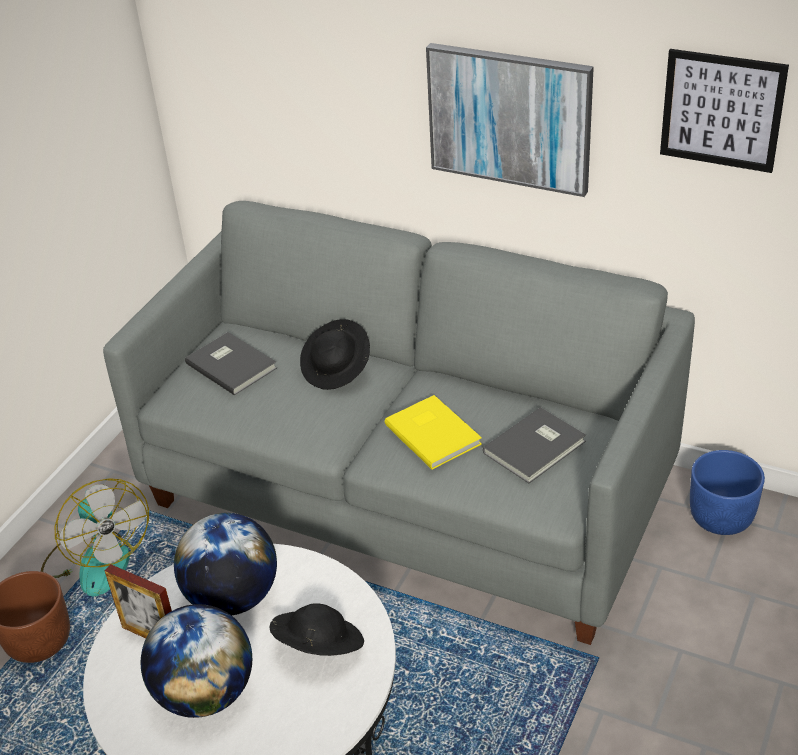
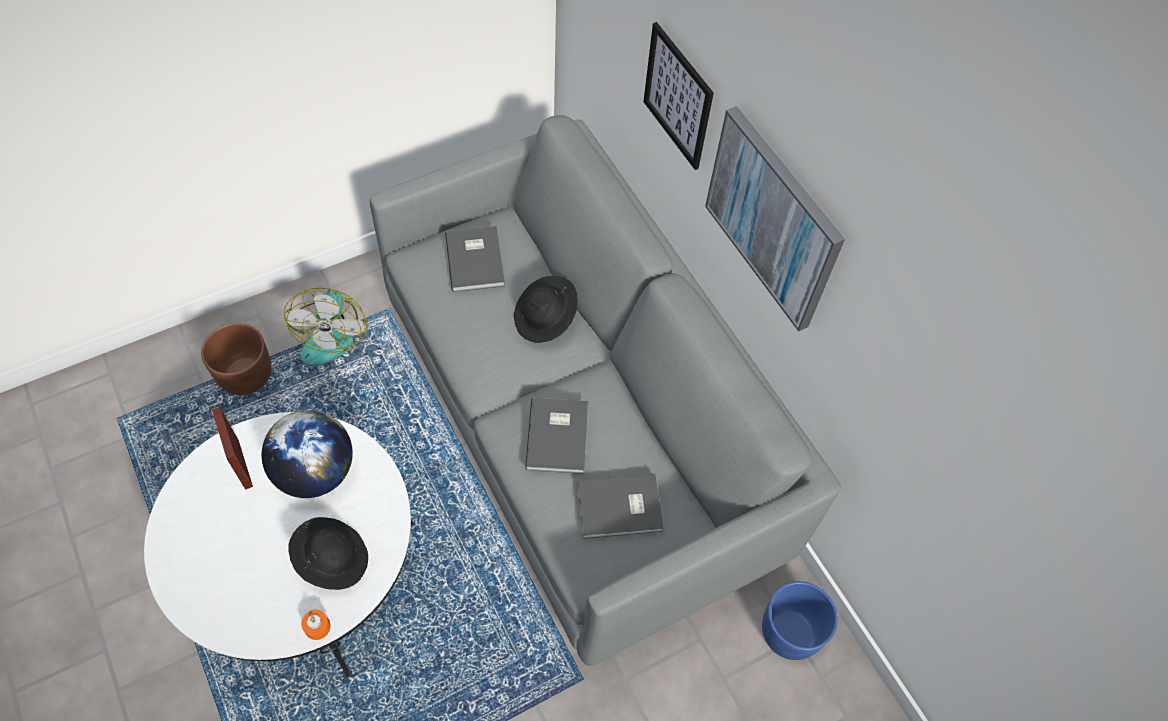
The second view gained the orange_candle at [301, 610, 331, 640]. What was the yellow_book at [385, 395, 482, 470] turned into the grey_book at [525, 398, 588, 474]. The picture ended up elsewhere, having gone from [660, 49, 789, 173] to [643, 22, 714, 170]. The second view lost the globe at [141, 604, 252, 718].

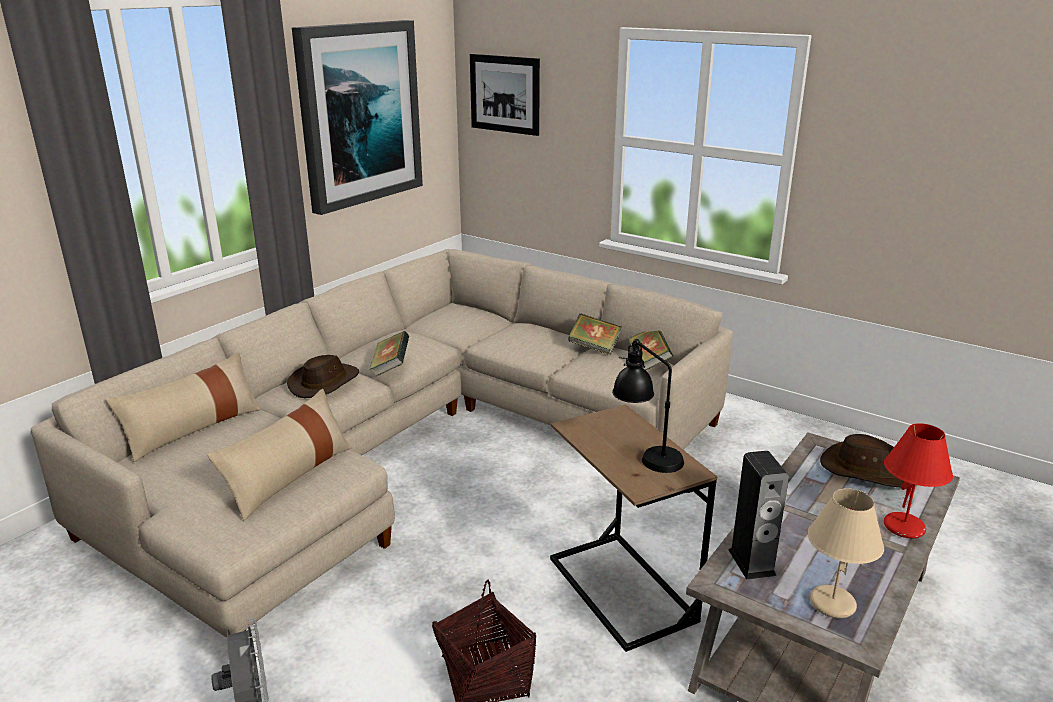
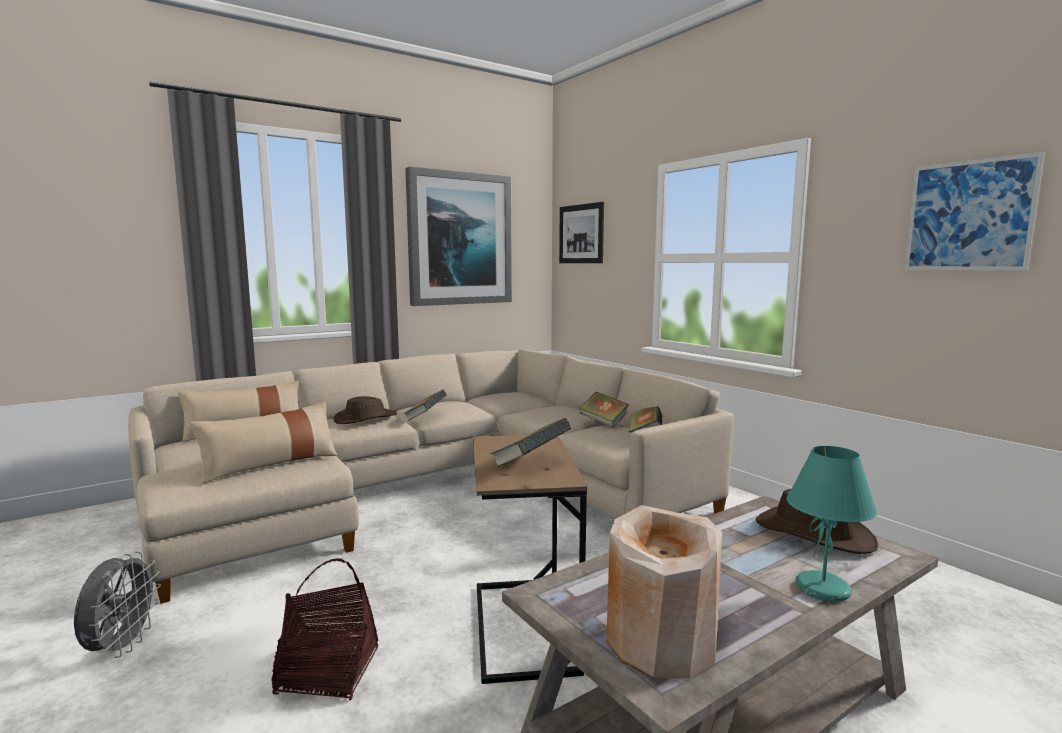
Where the black_table_lamp stood at [612, 339, 684, 473], the book came to stand at [490, 418, 571, 467]. Where the beige_table_lamp stood at [807, 488, 884, 618], the beige_vase came to stand at [606, 505, 722, 679]. What was the red_table_lamp at [884, 423, 953, 538] turned into the turquoise_table_lamp at [786, 446, 877, 602]. The second view gained the picture at [904, 152, 1045, 271]. The second view lost the speaker at [728, 451, 789, 580].

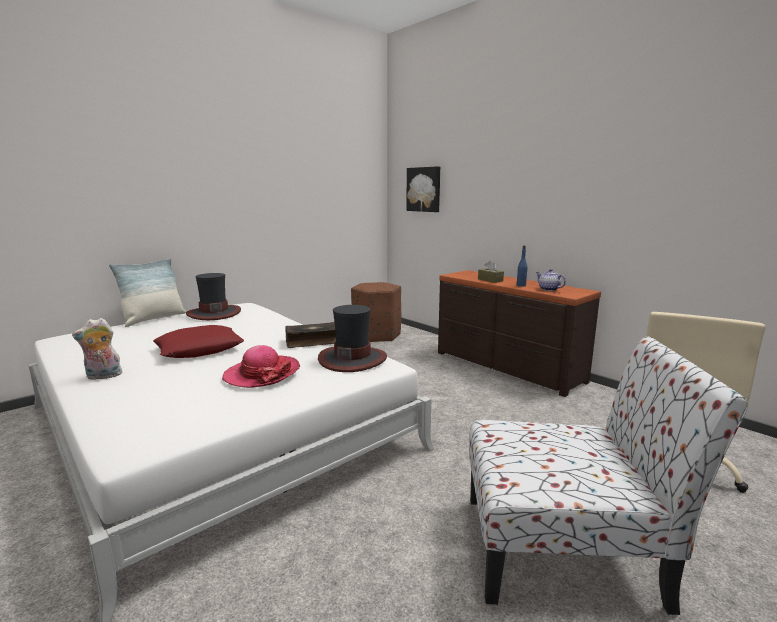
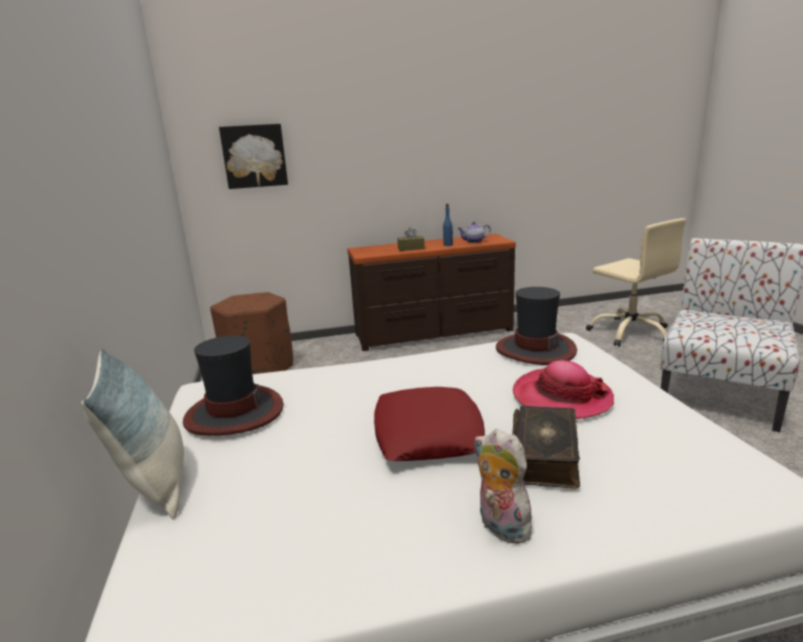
The plush_toy at [72, 318, 122, 380] ended up facing another way, 135 degrees clockwise from before. The book ended up elsewhere, having gone from [285, 322, 336, 348] to [512, 406, 580, 489].

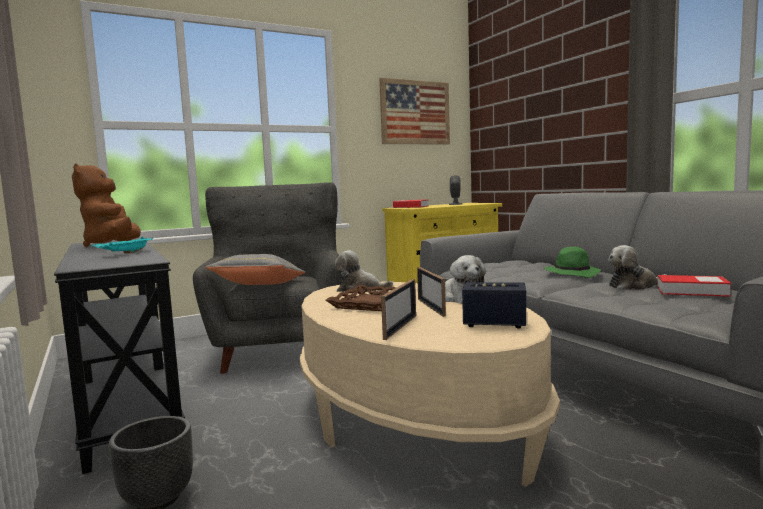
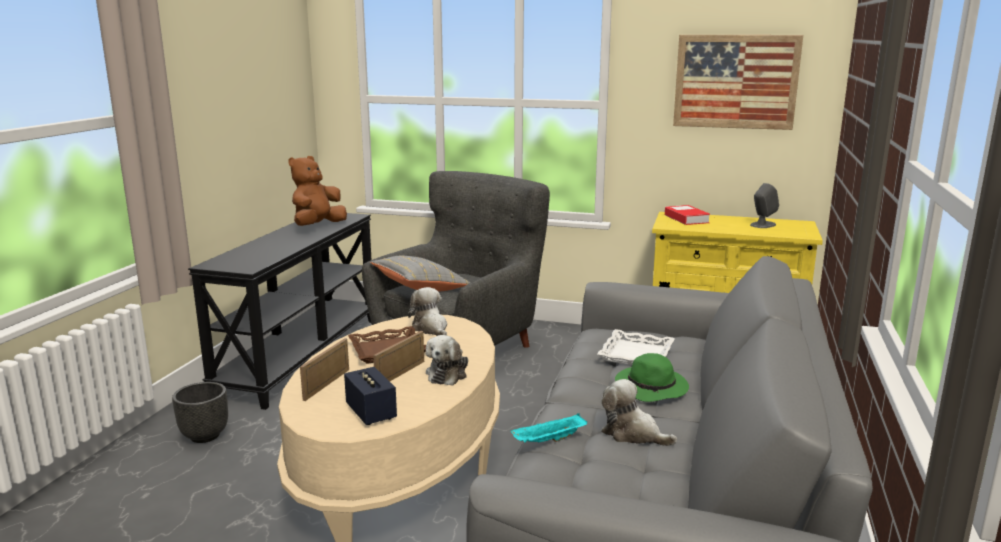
The picture_frame at [381, 279, 416, 340] ended up facing another way, 135 degrees clockwise from before. The turquoise_tray ended up elsewhere, having gone from [91, 237, 153, 253] to [511, 413, 587, 443]. The second view gained the white_tray at [597, 329, 675, 365]. The second view lost the book at [657, 275, 731, 297].

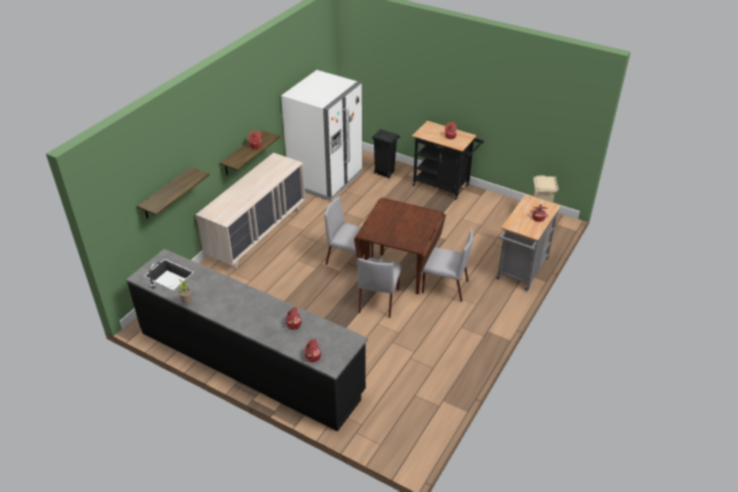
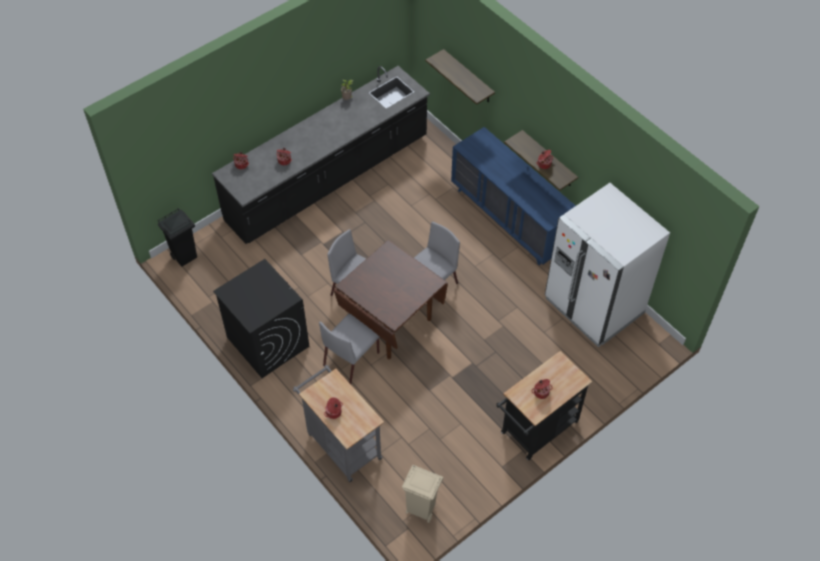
The black_trash_can ended up elsewhere, having gone from [372, 129, 400, 178] to [158, 208, 197, 267]. The second view gained the black_washing_machine at [213, 259, 309, 378]. What was the beige_dresser at [196, 153, 305, 269] turned into the blue_dresser at [451, 127, 576, 265].

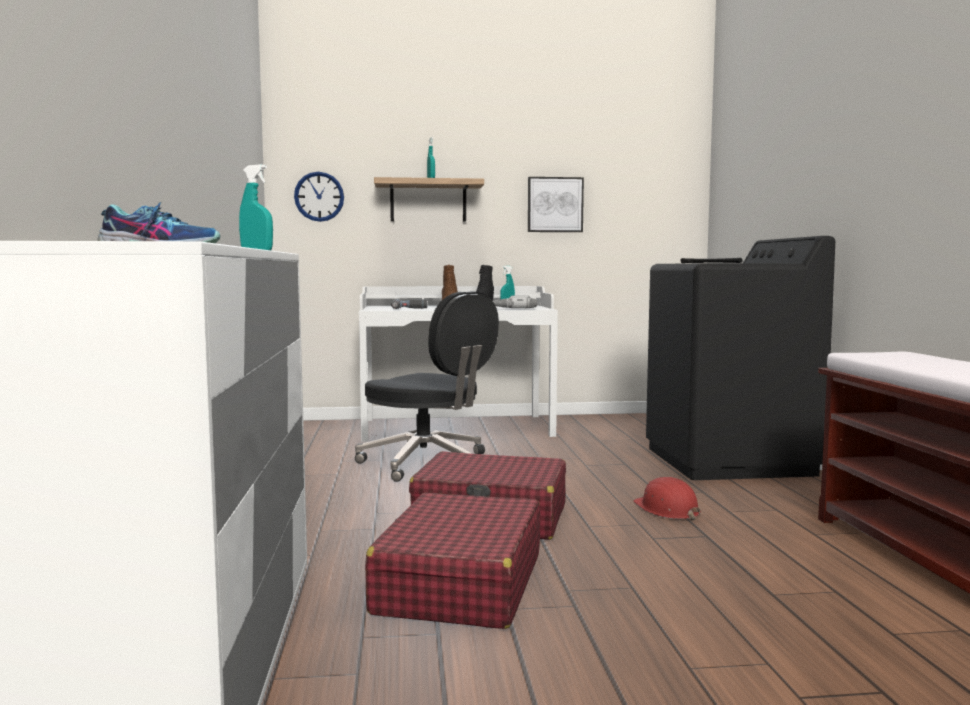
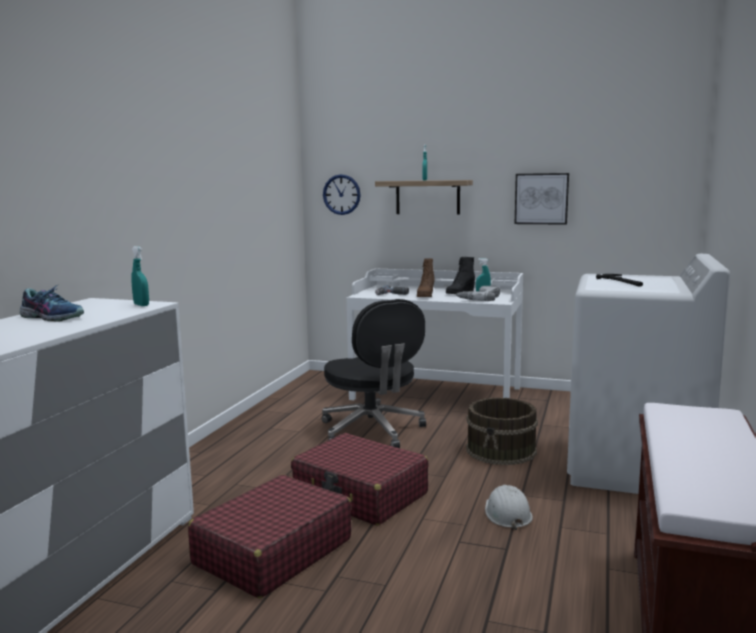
The second view gained the brown_bucket at [466, 398, 538, 465]. What was the red_hard_hat at [633, 477, 701, 521] turned into the white_hard_hat at [485, 485, 533, 530]. What was the black_washing_machine at [646, 236, 835, 480] turned into the white_washing_machine at [567, 254, 730, 494].

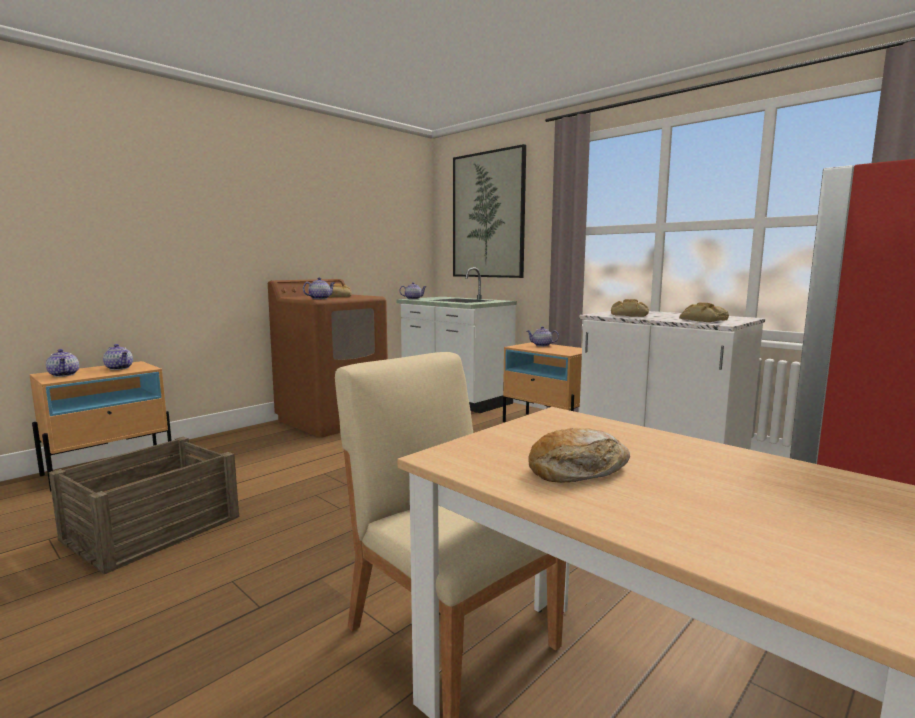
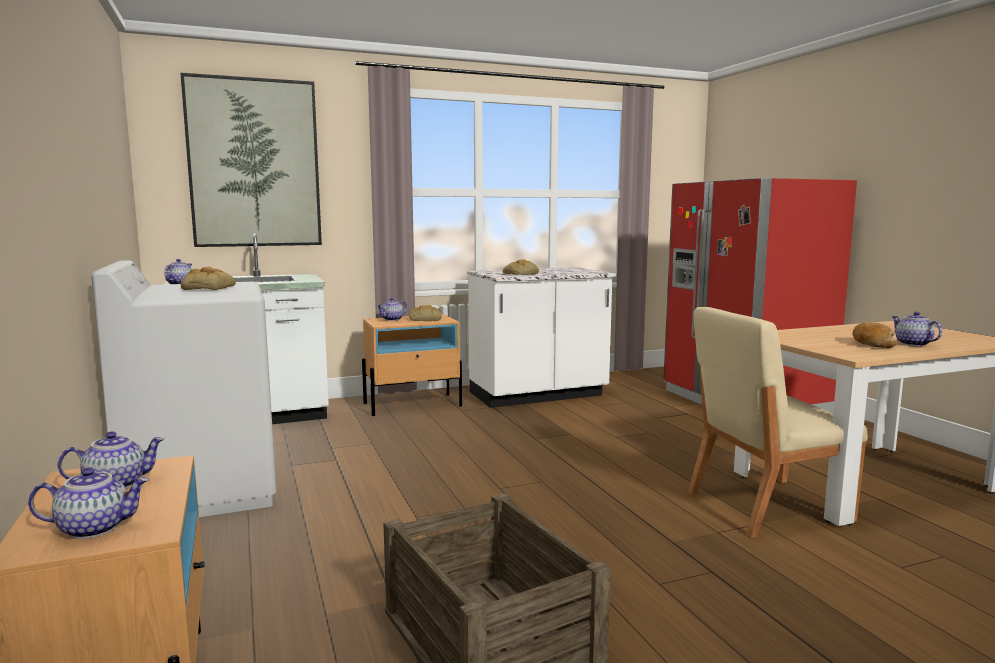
What was the brown_washing_machine at [268, 279, 388, 438] turned into the white_washing_machine at [91, 260, 276, 517]. The bread ended up elsewhere, having gone from [679, 302, 729, 322] to [409, 305, 442, 321]. The teapot ended up elsewhere, having gone from [303, 278, 334, 299] to [891, 312, 942, 346].

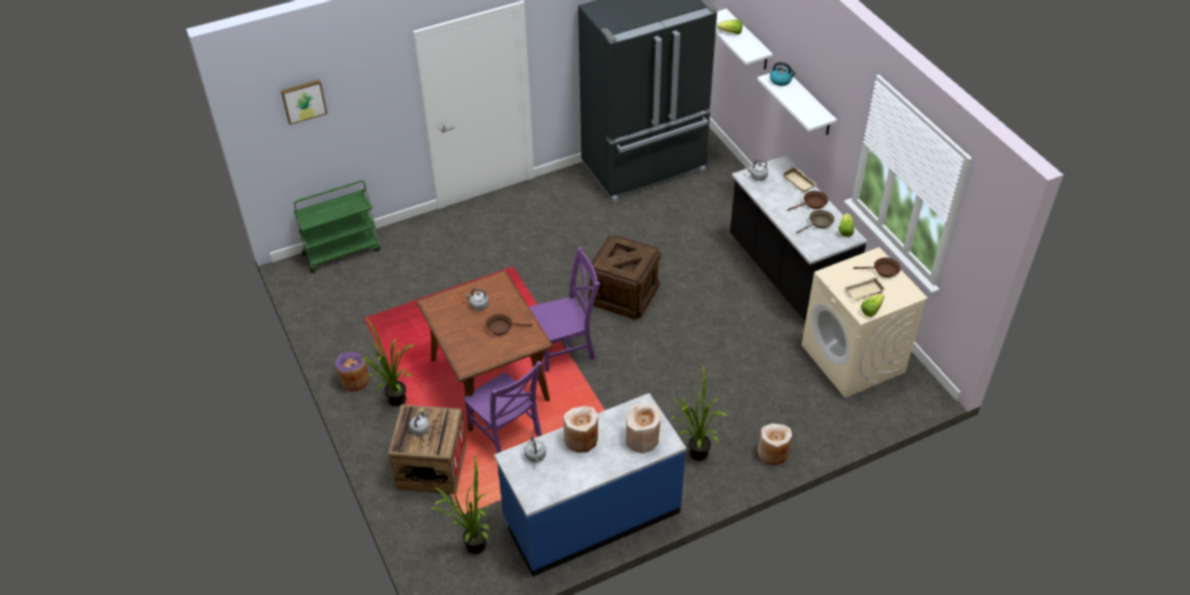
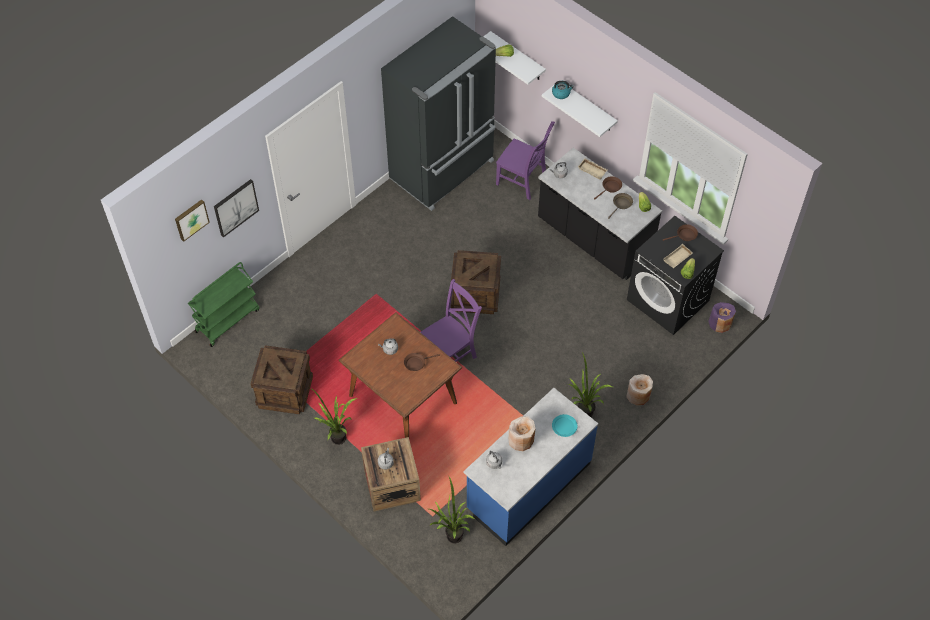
The second view gained the picture at [214, 179, 259, 238]. The second view gained the crate at [250, 345, 313, 414]. The purple_chair ended up elsewhere, having gone from [463, 360, 542, 453] to [496, 121, 555, 200]. Where the beige_vase stood at [626, 403, 661, 454], the turquoise_plate came to stand at [552, 414, 577, 437]. What was the beige_washing_machine at [802, 247, 928, 398] turned into the black_washing_machine at [627, 216, 724, 335]. The purple_vase ended up elsewhere, having gone from [335, 352, 370, 391] to [708, 302, 736, 333].

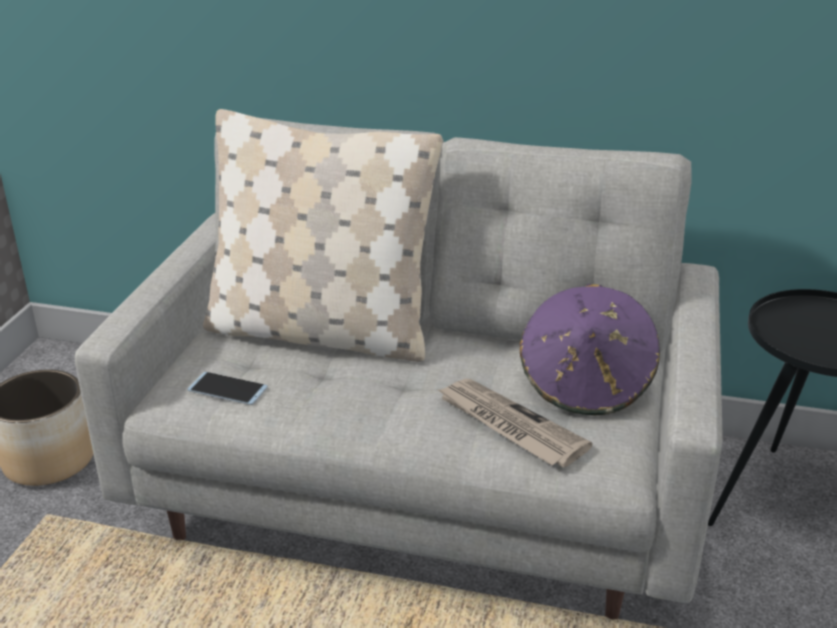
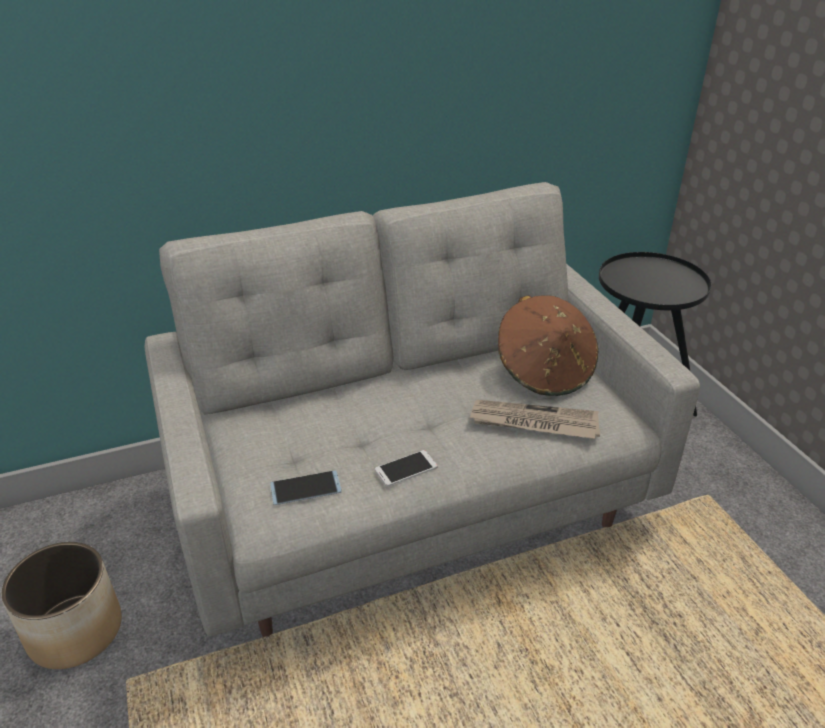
The second view gained the phone at [375, 450, 437, 486]. What was the purple_hat at [520, 284, 660, 415] turned into the brown_hat at [498, 296, 599, 396]. The second view lost the beige_pillow at [203, 109, 443, 362].

